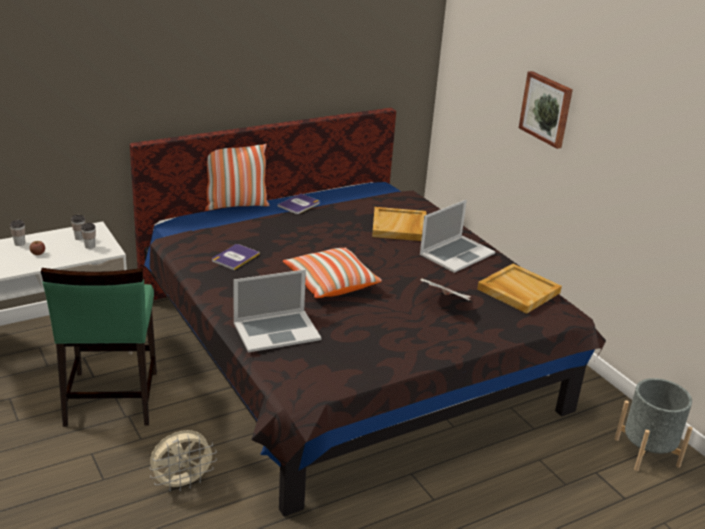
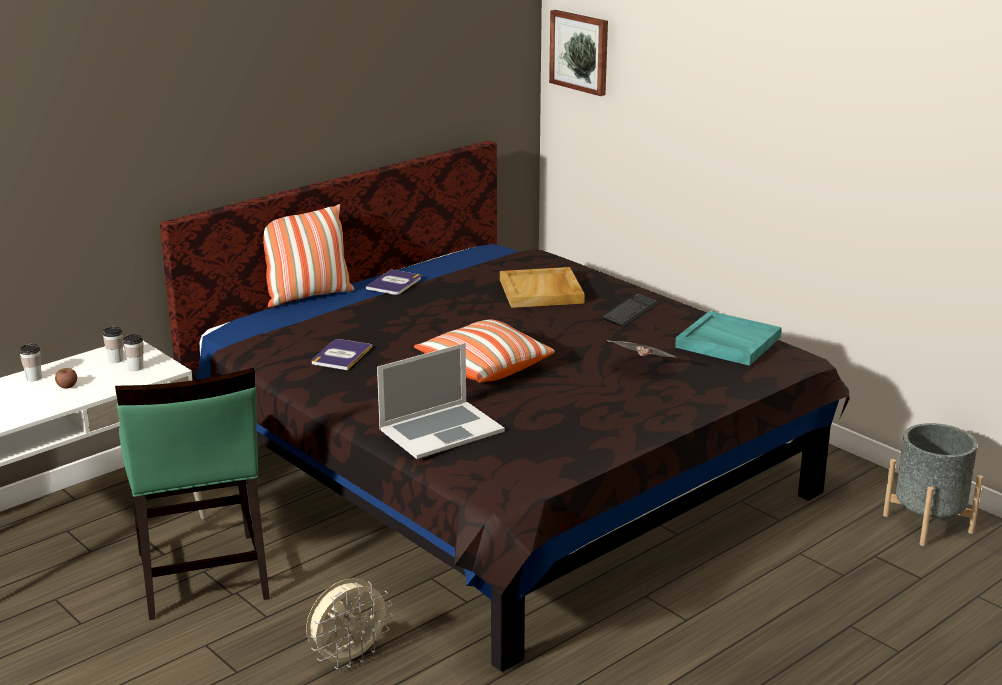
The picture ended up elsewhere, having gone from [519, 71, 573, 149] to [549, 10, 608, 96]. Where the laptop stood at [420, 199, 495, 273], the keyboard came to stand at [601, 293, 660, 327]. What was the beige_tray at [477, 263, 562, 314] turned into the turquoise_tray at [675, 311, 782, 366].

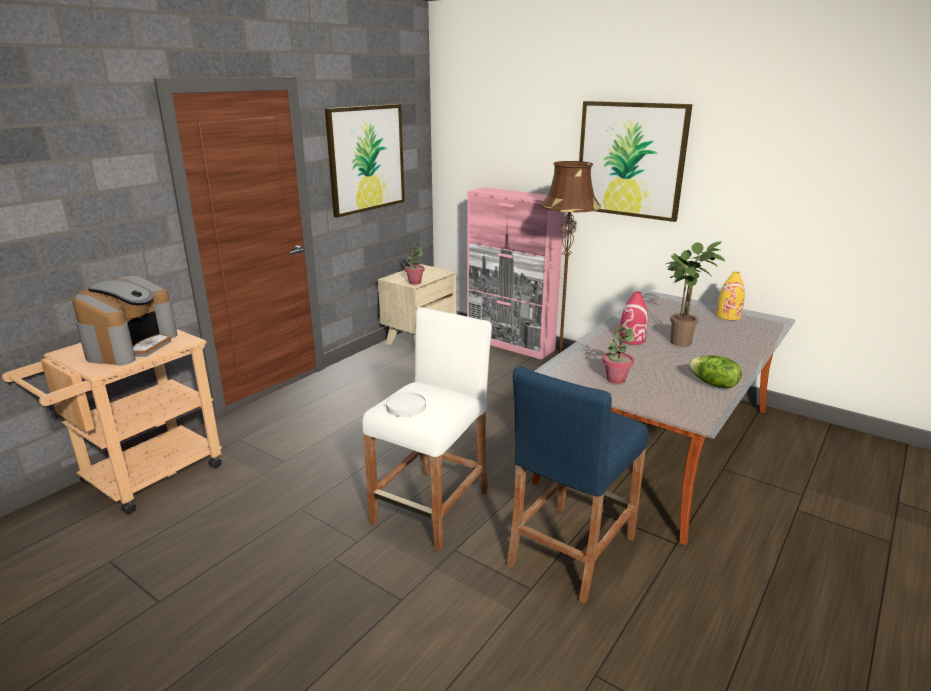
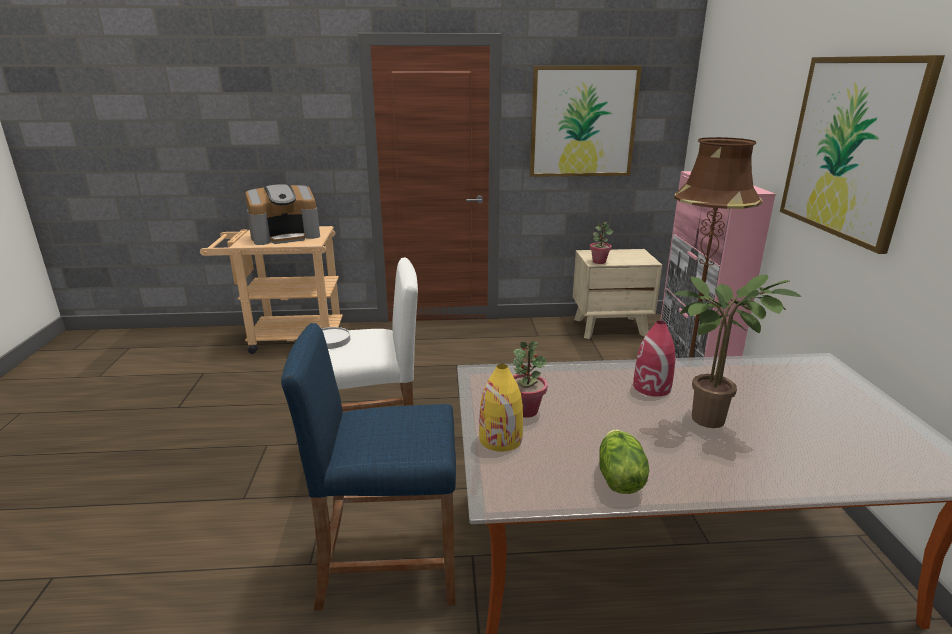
The yellow_vase ended up elsewhere, having gone from [716, 271, 745, 320] to [479, 364, 523, 452].

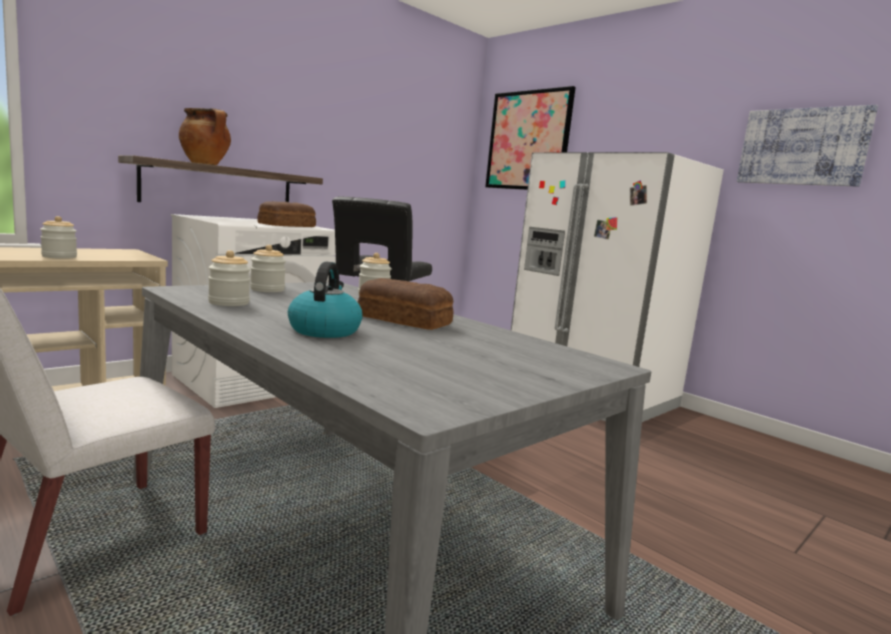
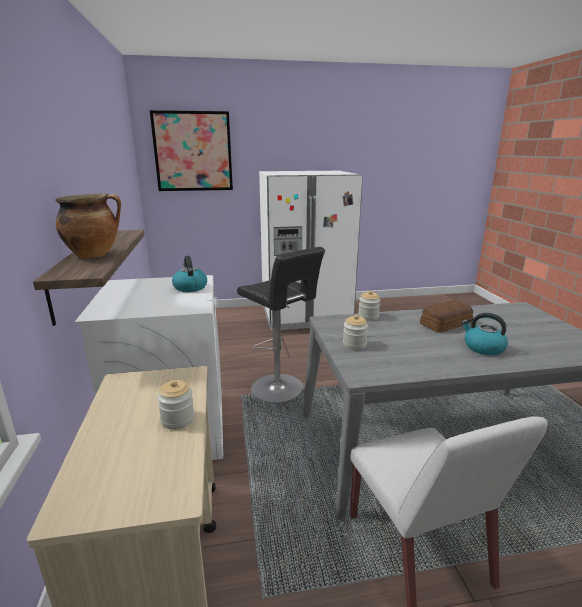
Where the bread stood at [257, 201, 316, 227], the kettle came to stand at [172, 256, 207, 292]. The second view lost the jar at [208, 250, 251, 306]. The second view lost the picture at [737, 105, 878, 187].

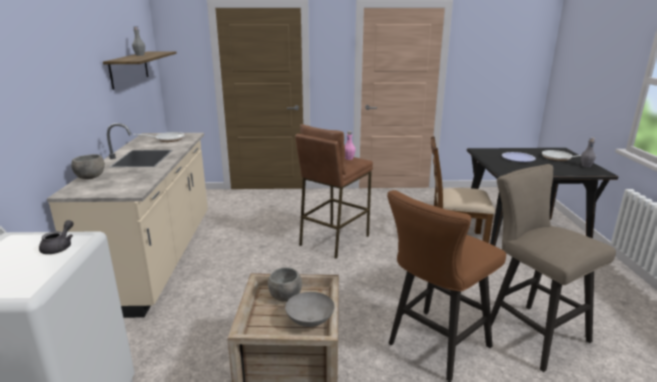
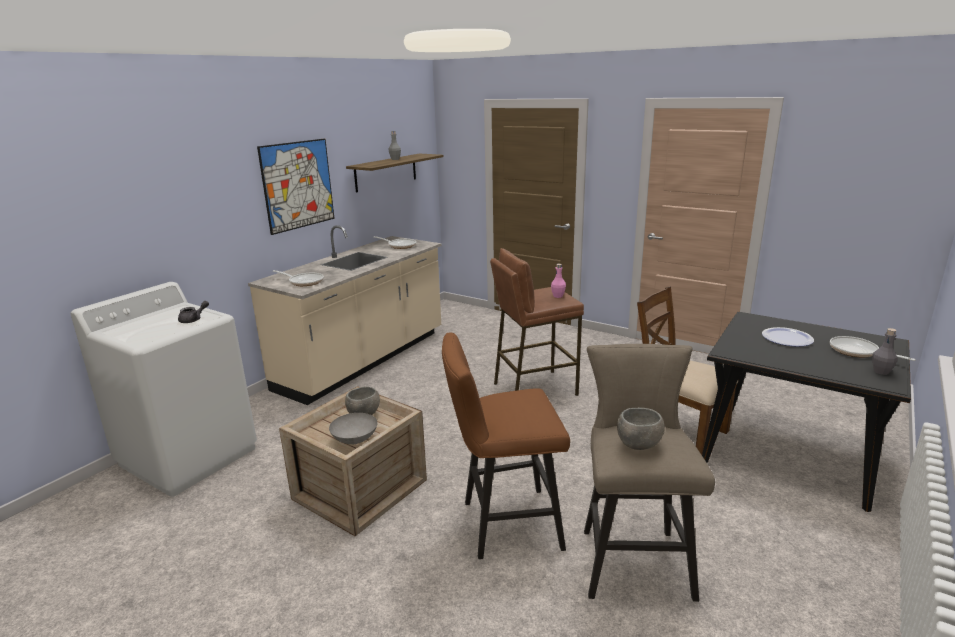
The second view gained the picture at [257, 139, 335, 235]. The second view gained the frying_pan at [273, 270, 324, 286]. The grey_bowl ended up elsewhere, having gone from [71, 154, 105, 179] to [617, 408, 665, 450].

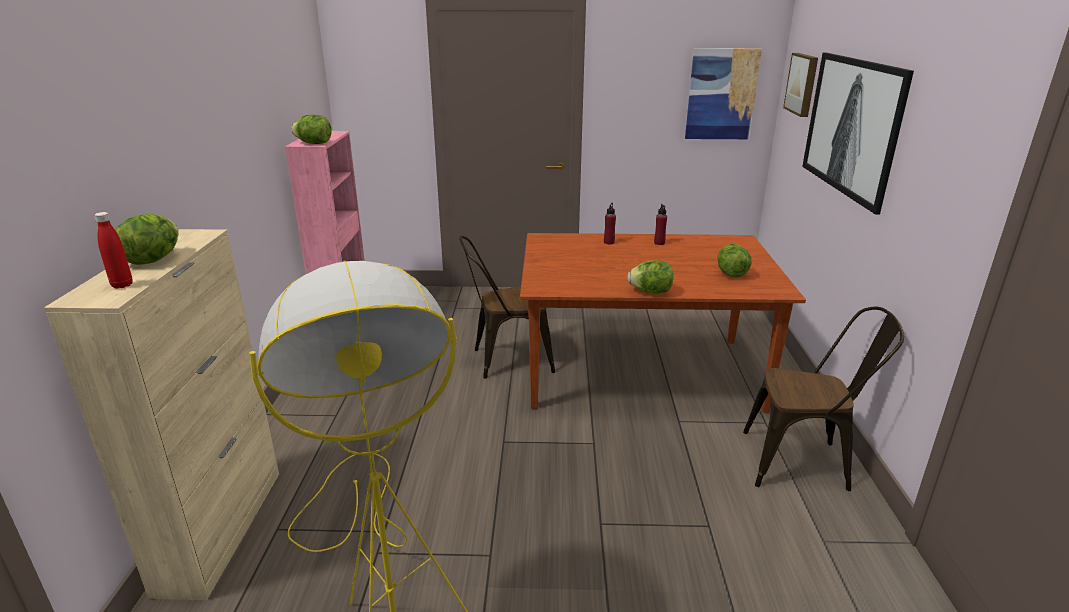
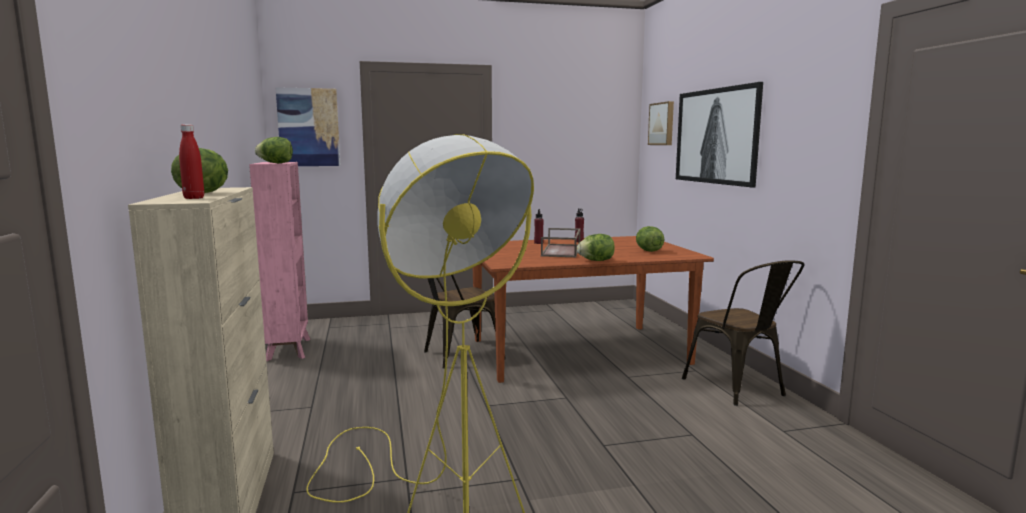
The picture ended up elsewhere, having gone from [685, 48, 762, 139] to [276, 87, 340, 166]. The second view gained the brown_tray at [541, 228, 580, 258]. The brown_chair at [743, 307, 904, 491] ended up facing another way, 75 degrees clockwise from before.

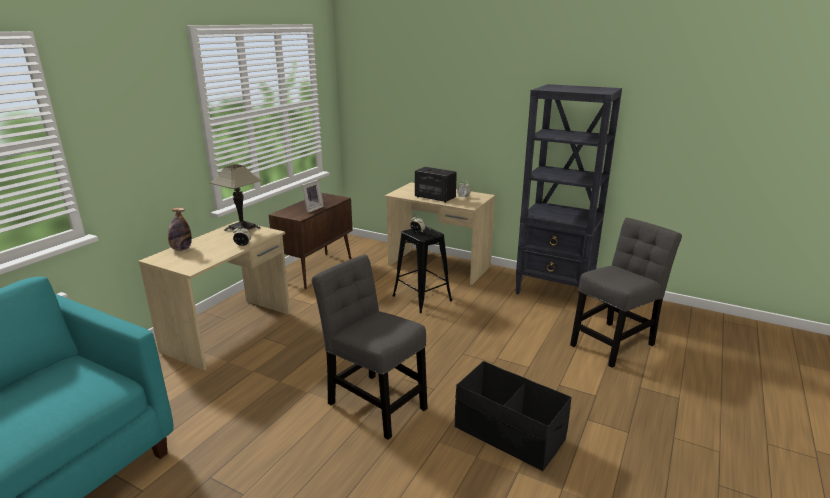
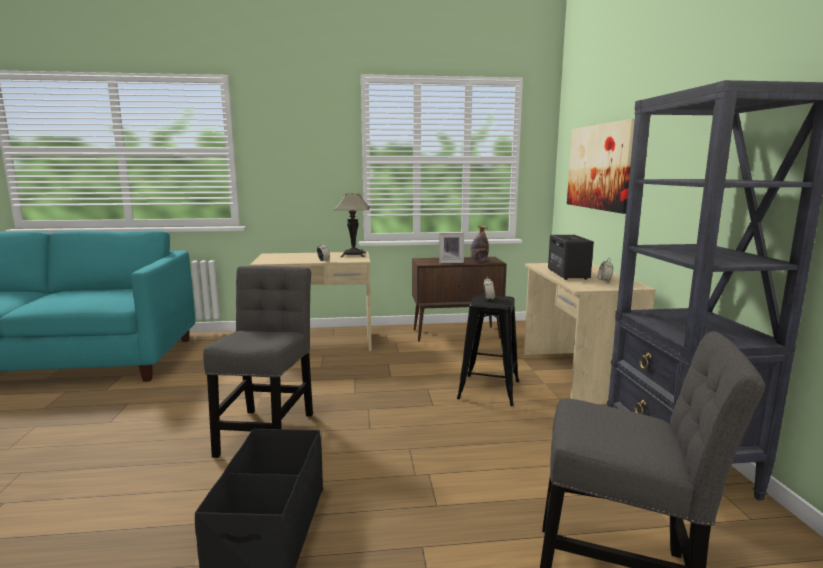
The bottle ended up elsewhere, having gone from [168, 208, 192, 251] to [470, 226, 489, 262]. The second view gained the picture at [567, 119, 635, 214].

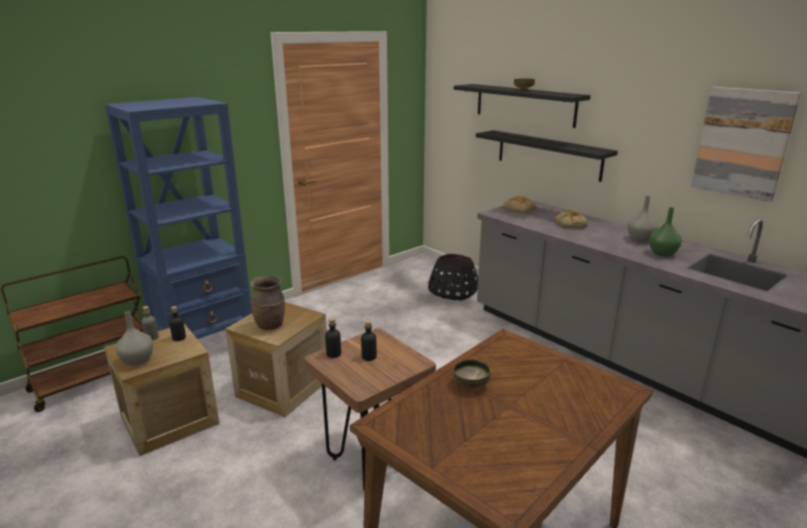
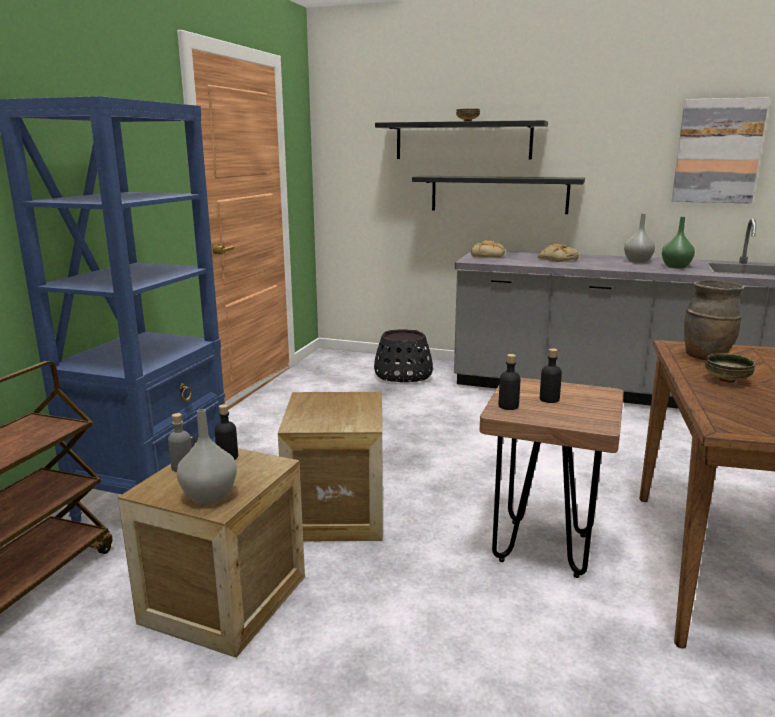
The brown_vase ended up elsewhere, having gone from [251, 276, 285, 330] to [684, 280, 744, 360].

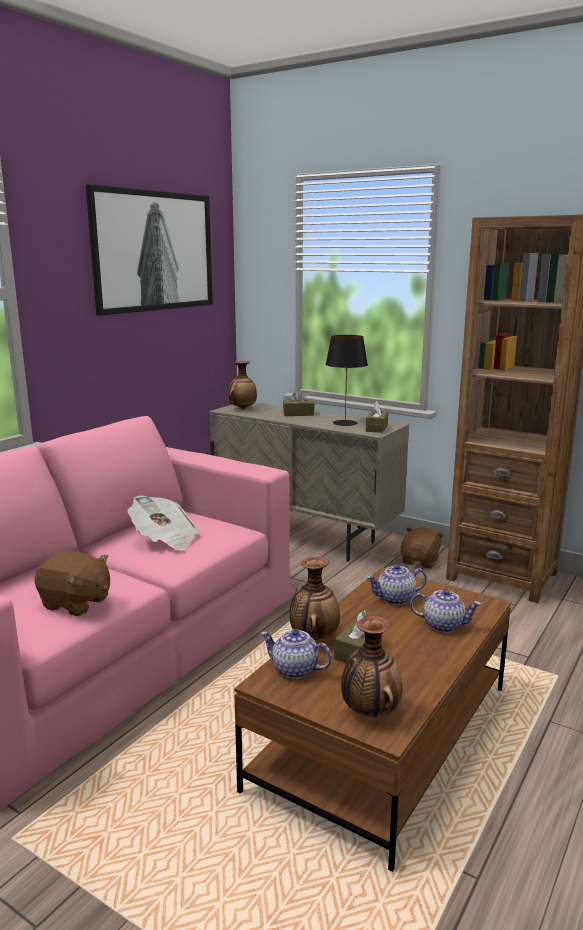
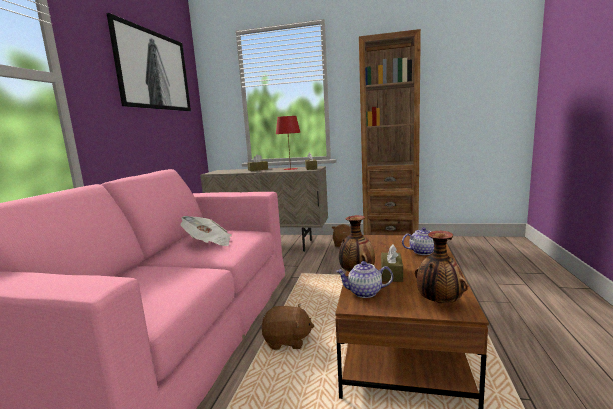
The brown_plush_toy ended up elsewhere, having gone from [34, 551, 110, 616] to [261, 304, 314, 350]. What was the black_table_lamp at [326, 335, 368, 426] turned into the red_table_lamp at [276, 116, 301, 170]. The second view lost the vase at [228, 361, 257, 409]. The second view lost the teapot at [367, 564, 427, 605].

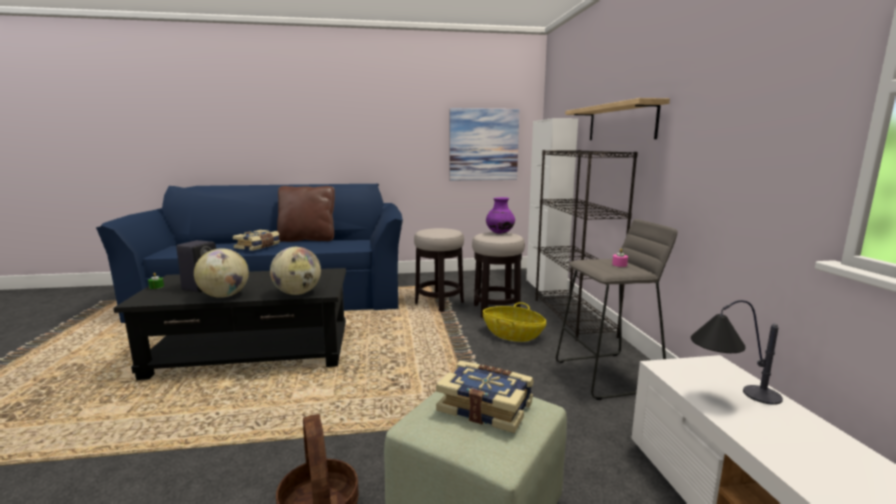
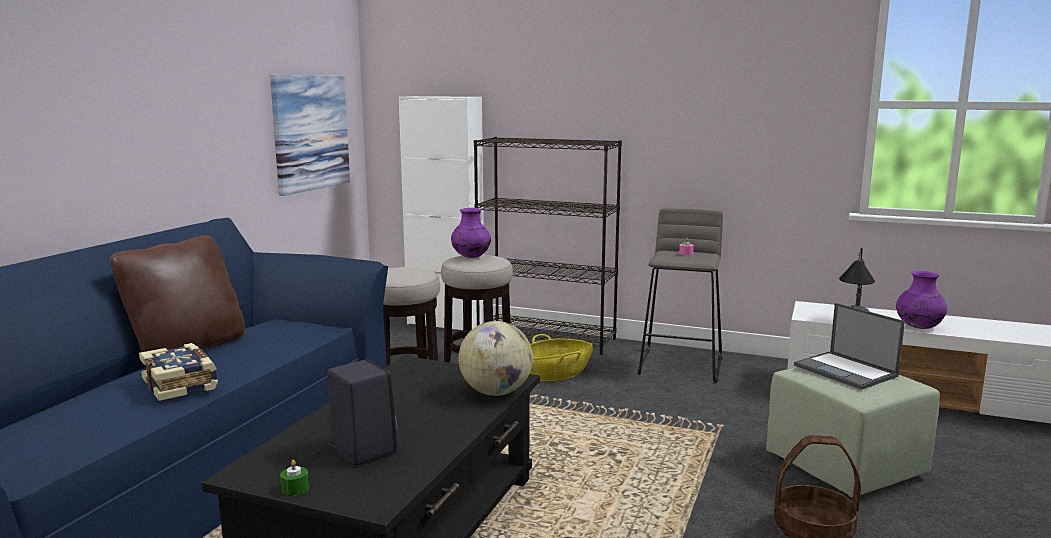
Where the book stood at [436, 361, 534, 433], the laptop came to stand at [794, 303, 905, 390]. The second view gained the purple_vase at [896, 271, 947, 329]. The second view lost the globe at [194, 248, 249, 298]. The second view lost the shelf at [565, 98, 670, 140].

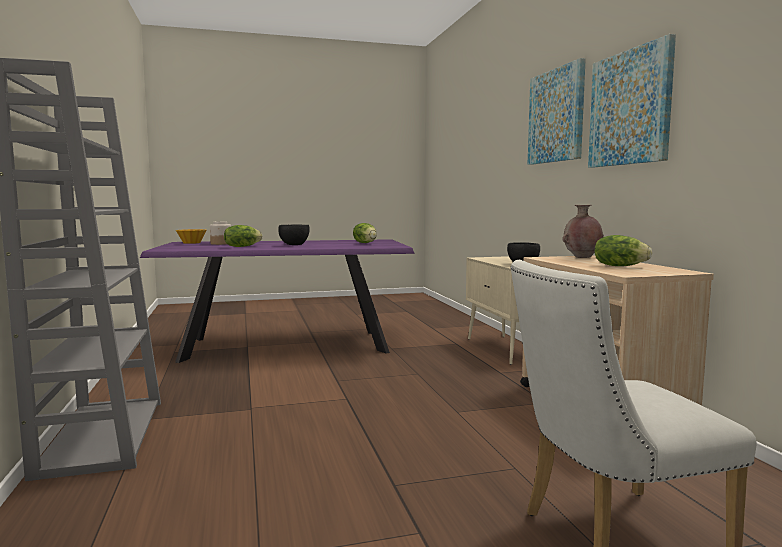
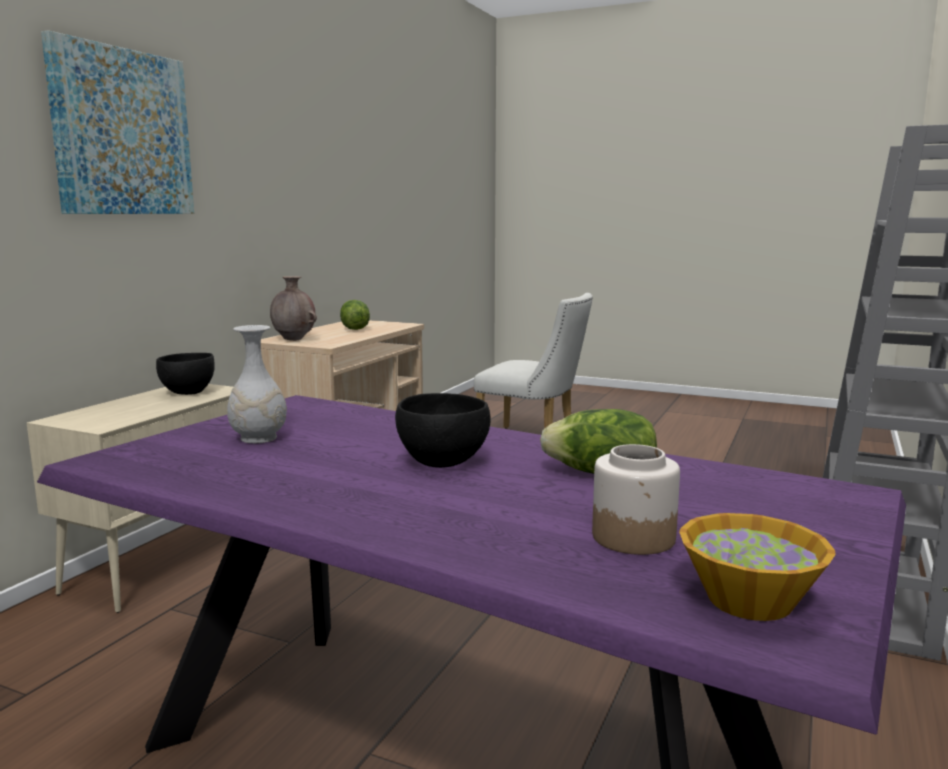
Where the lettuce stood at [353, 223, 377, 243], the white_vase came to stand at [227, 325, 287, 443]. The second view lost the picture at [588, 34, 676, 168].

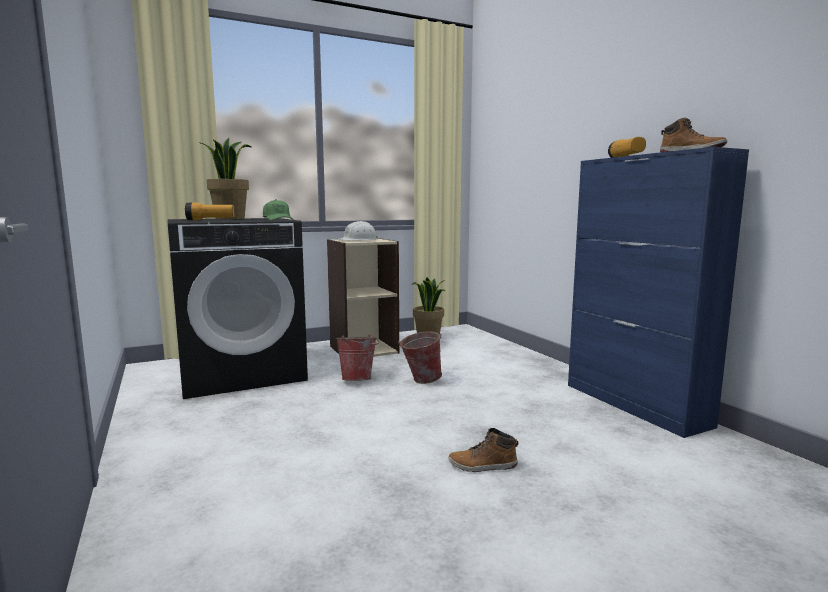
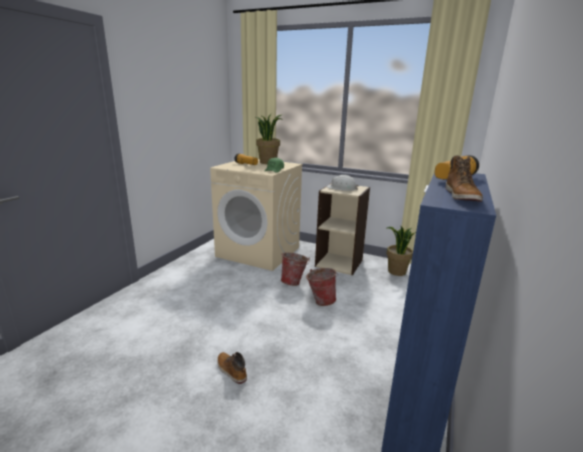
What was the black_washing_machine at [168, 218, 308, 399] turned into the beige_washing_machine at [210, 159, 303, 271].

